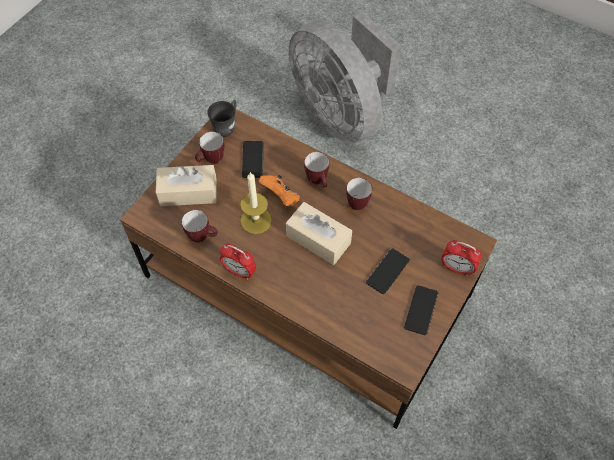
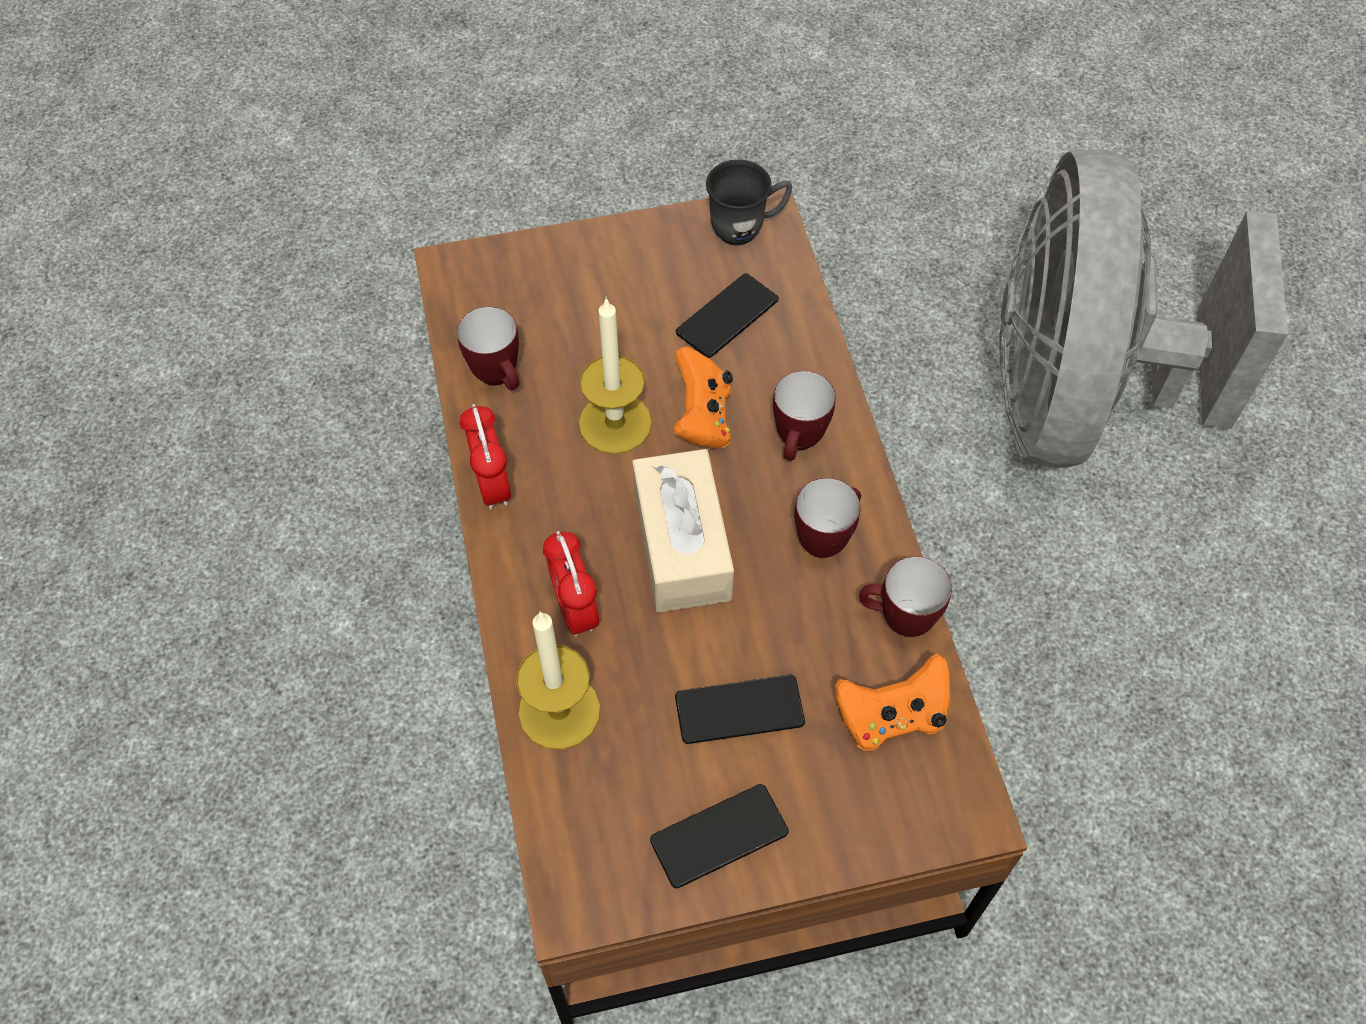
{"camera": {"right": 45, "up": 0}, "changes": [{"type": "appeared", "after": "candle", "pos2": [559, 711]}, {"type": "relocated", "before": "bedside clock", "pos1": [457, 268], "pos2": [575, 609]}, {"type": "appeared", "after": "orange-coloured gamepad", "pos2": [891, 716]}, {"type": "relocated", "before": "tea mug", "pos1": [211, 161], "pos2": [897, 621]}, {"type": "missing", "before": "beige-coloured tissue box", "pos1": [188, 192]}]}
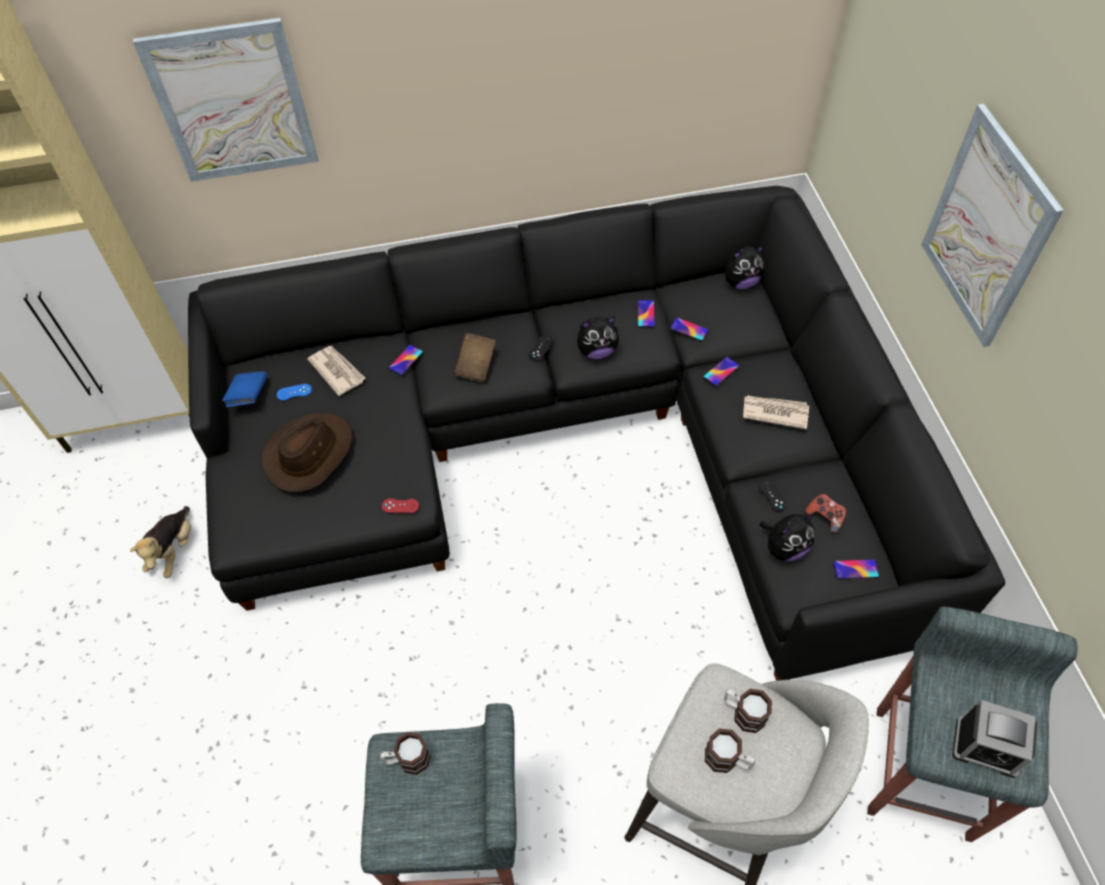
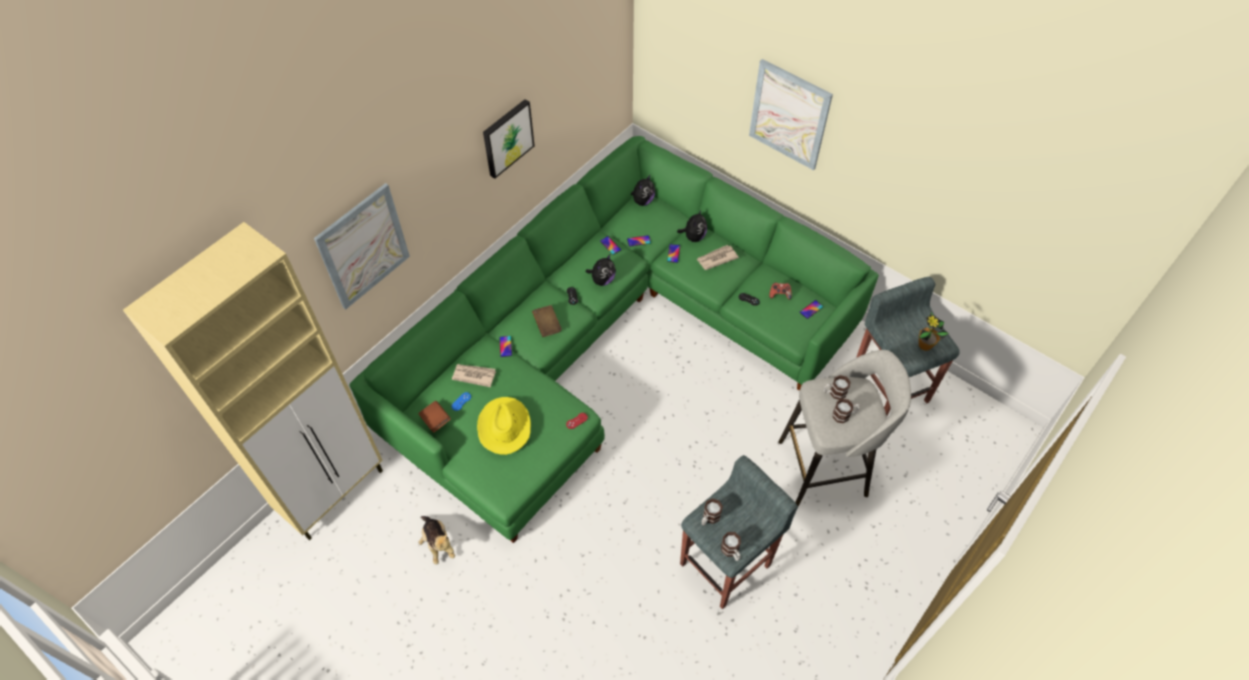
{"camera": {"right": -40, "up": 0}, "changes": [{"type": "colour", "before": "black settee", "after": "green-coloured settee", "pos1": [575, 442], "pos2": [607, 341]}, {"type": "colour", "before": "bluish bound book", "after": "brownish bound book", "pos1": [248, 396], "pos2": [435, 420]}, {"type": "colour", "before": "brownish clothing hat", "after": "yellowish clothing hat", "pos1": [309, 453], "pos2": [504, 426]}, {"type": "appeared", "after": "picture", "pos2": [507, 137]}, {"type": "relocated", "before": "cuddly toy", "pos1": [784, 548], "pos2": [693, 237]}, {"type": "appeared", "after": "tea mug", "pos2": [731, 551]}, {"type": "exchanged", "before": "bedside clock", "after": "potted plant", "pos1": [986, 747], "pos2": [924, 345]}]}
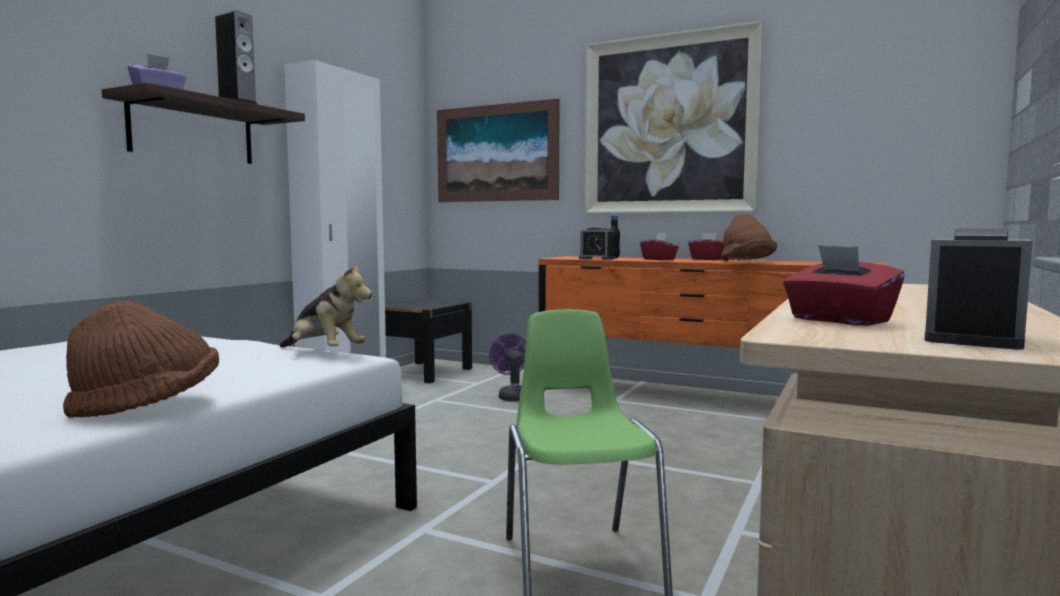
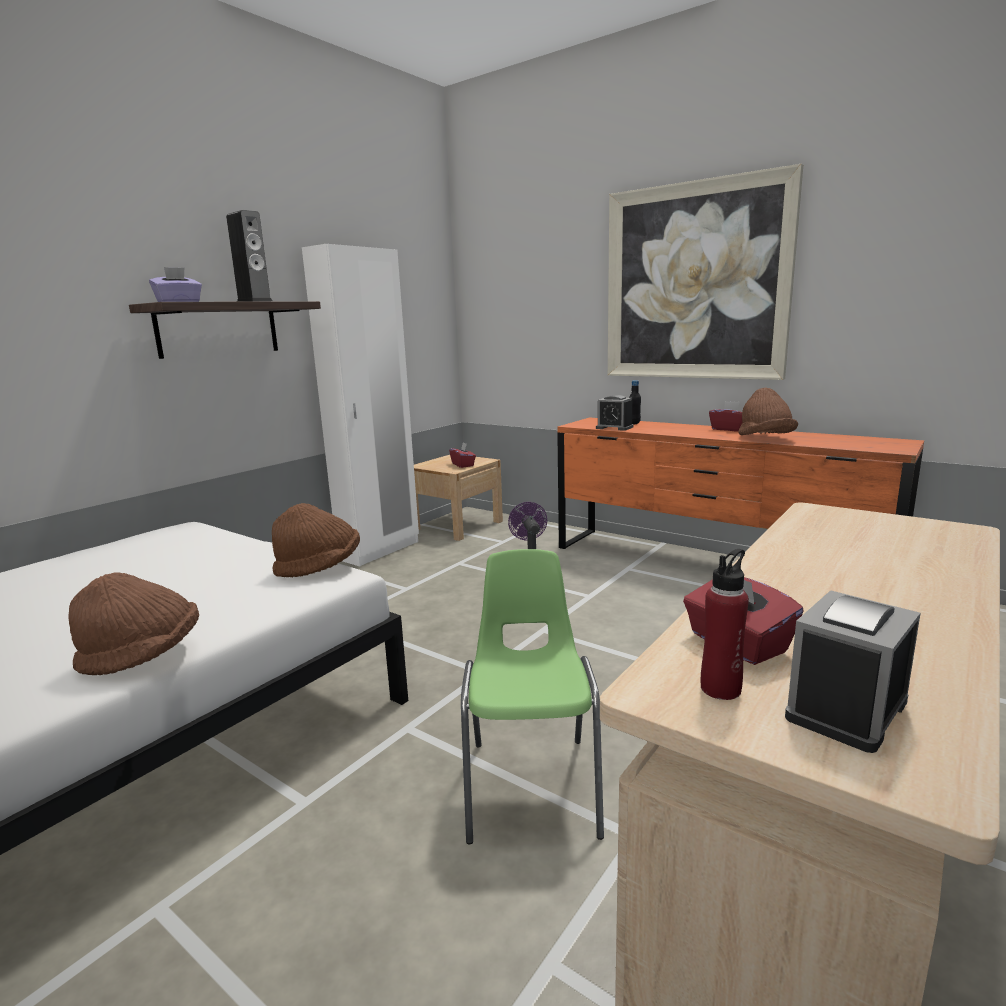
{"camera": {"right": 10, "up": 10}, "changes": [{"type": "exchanged", "before": "cuddly toy", "after": "brownish clothing hat", "pos1": [324, 353], "pos2": [319, 568]}, {"type": "colour", "before": "black nightstand", "after": "beige-coloured nightstand", "pos1": [424, 372], "pos2": [457, 525]}, {"type": "relocated", "before": "red tissue box", "pos1": [659, 259], "pos2": [463, 465]}, {"type": "appeared", "after": "red bottle", "pos2": [721, 688]}, {"type": "missing", "before": "picture", "pos1": [496, 153]}]}
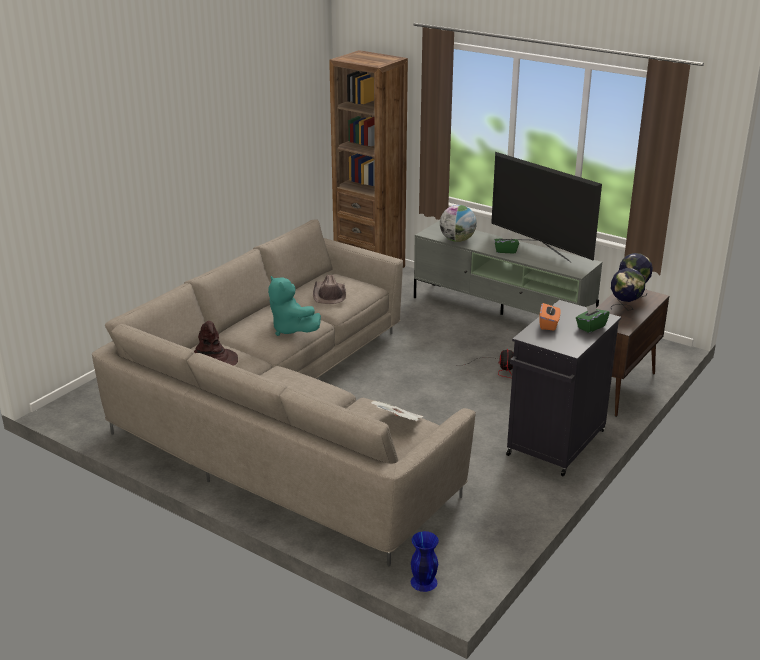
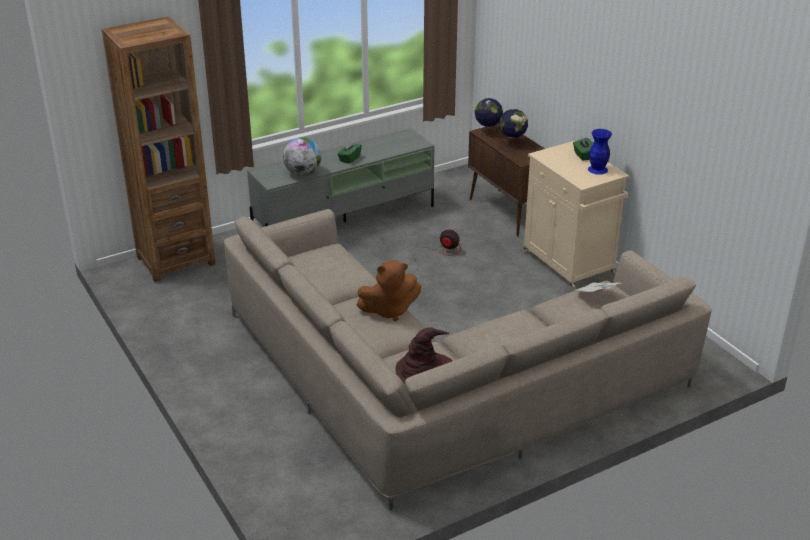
{"camera": {"right": -65, "up": 5}, "changes": [{"type": "colour", "before": "turquoise-coloured cuddly toy", "after": "brownish cuddly toy", "pos1": [291, 329], "pos2": [389, 310]}, {"type": "colour", "before": "black cupboard", "after": "beige-coloured cupboard", "pos1": [555, 444], "pos2": [569, 264]}, {"type": "relocated", "before": "bluish vase", "pos1": [423, 582], "pos2": [597, 169]}, {"type": "missing", "before": "brownish clothing hat", "pos1": [329, 294]}, {"type": "missing", "before": "television", "pos1": [540, 250]}, {"type": "missing", "before": "orange-coloured tissue box", "pos1": [549, 324]}]}
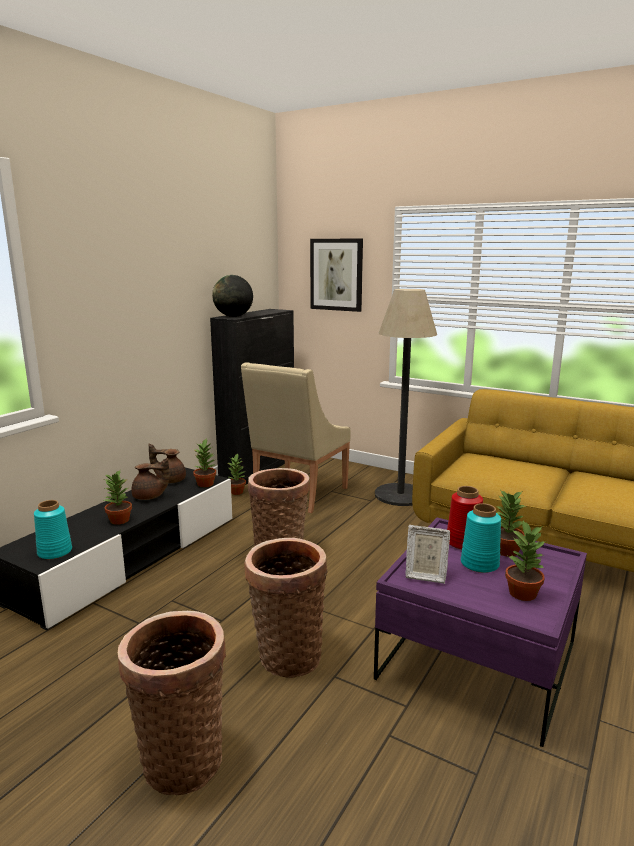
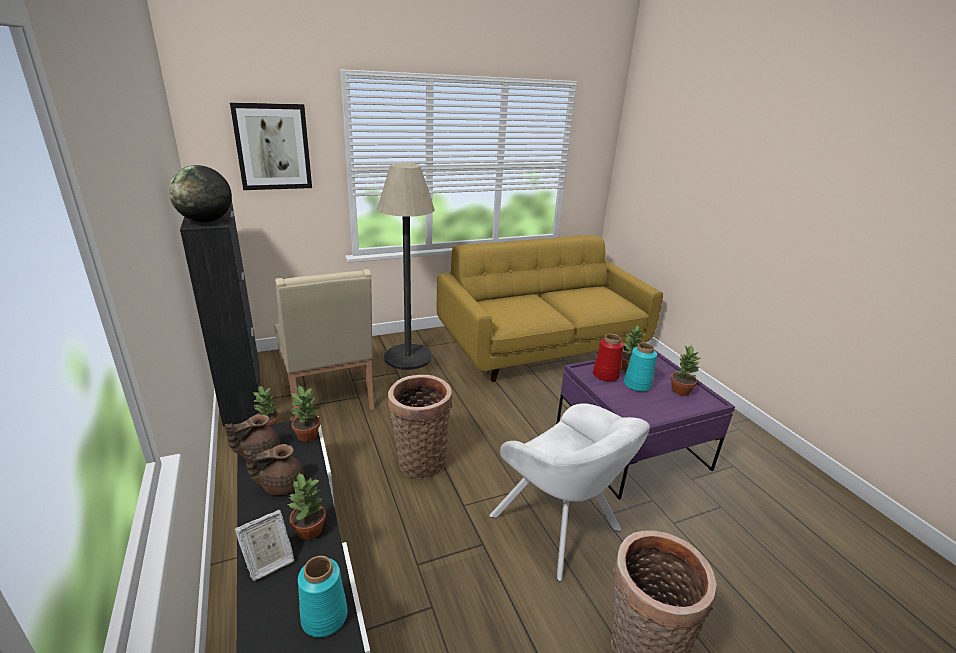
{"camera": {"right": -55, "up": 10}, "changes": [{"type": "relocated", "before": "standing frame", "pos1": [425, 575], "pos2": [268, 563]}, {"type": "spun", "before": "brownish teapot", "pos1": [149, 497], "pos2": [281, 485], "turn": -150}, {"type": "exchanged", "before": "basket", "after": "white-coloured easy chair", "pos1": [287, 654], "pos2": [560, 527]}]}
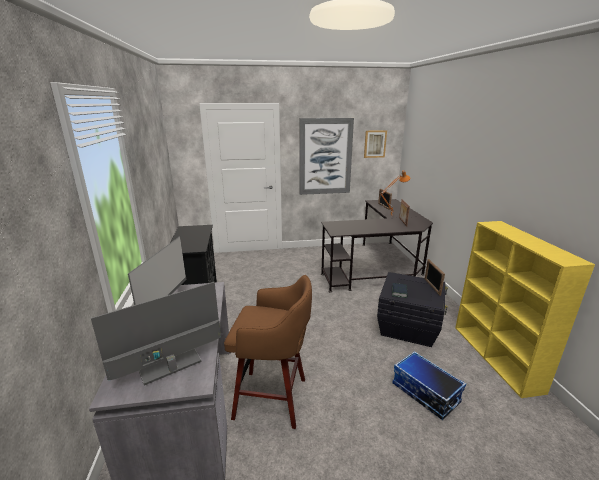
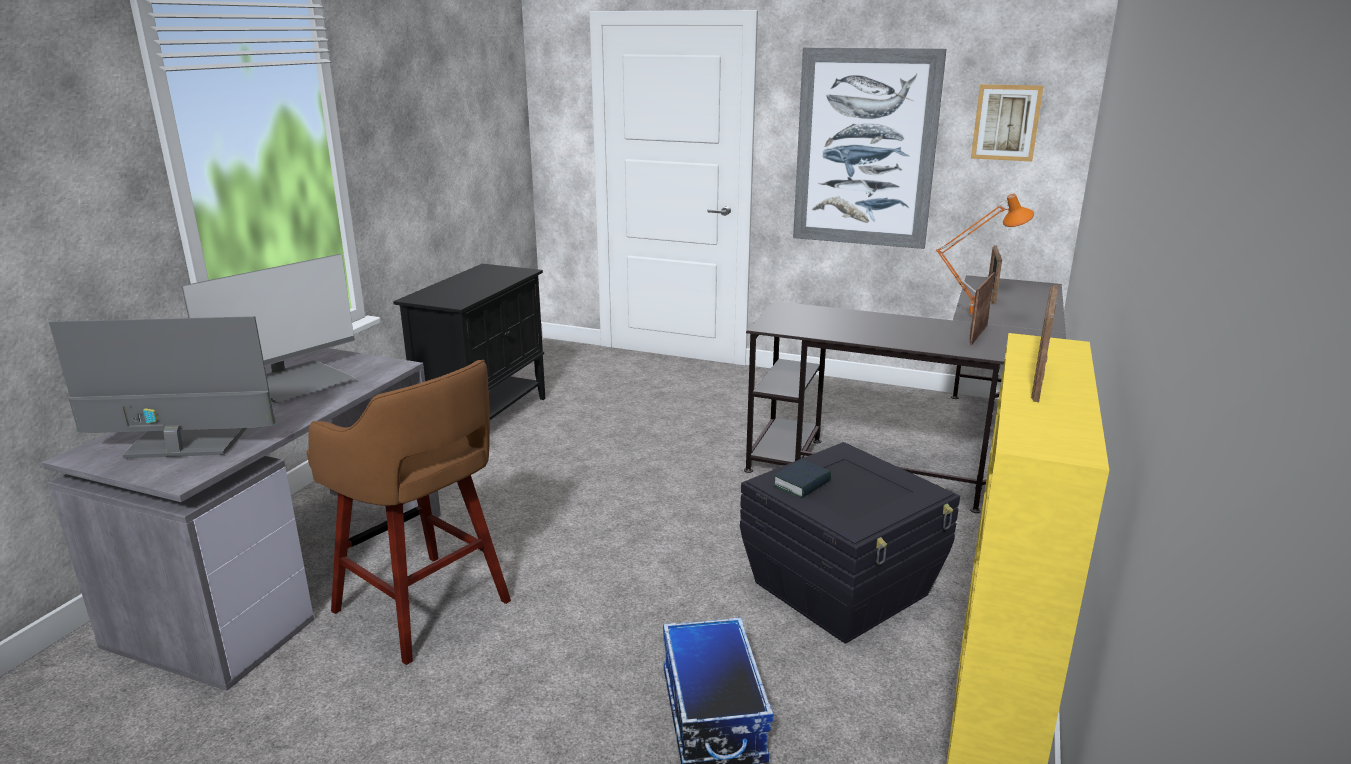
{"camera": {"right": 30, "up": 0}, "changes": [{"type": "relocated", "before": "standing frame", "pos1": [432, 287], "pos2": [1038, 380]}]}
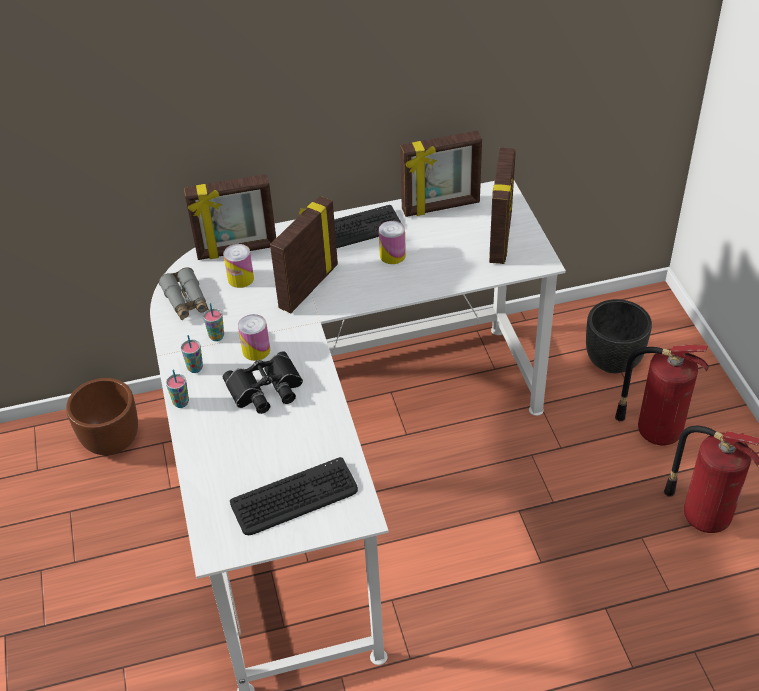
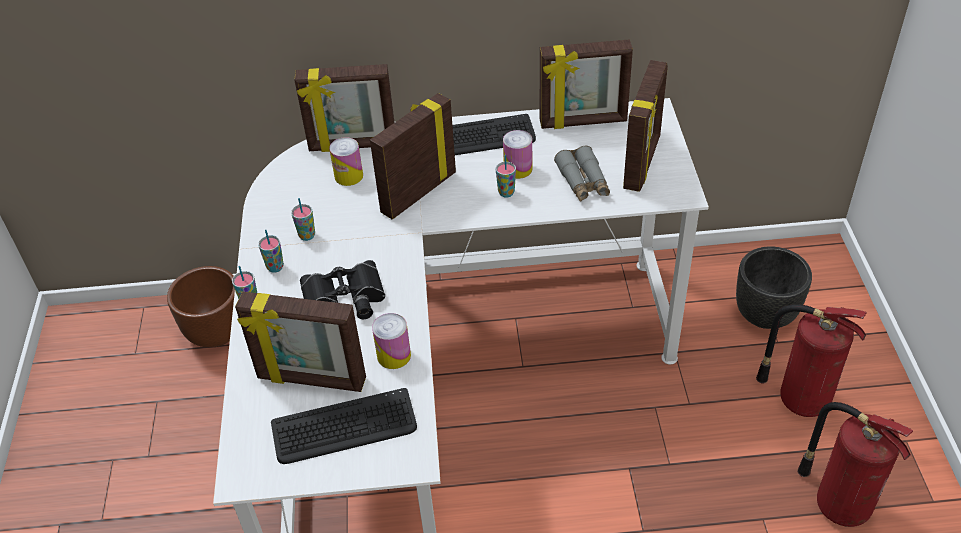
{"camera": {"right": 10, "up": 0}, "changes": [{"type": "appeared", "after": "standing frame", "pos2": [311, 380]}, {"type": "relocated", "before": "can", "pos1": [256, 350], "pos2": [394, 355]}, {"type": "appeared", "after": "cup", "pos2": [506, 193]}, {"type": "relocated", "before": "grey binoculars", "pos1": [186, 301], "pos2": [583, 182]}]}
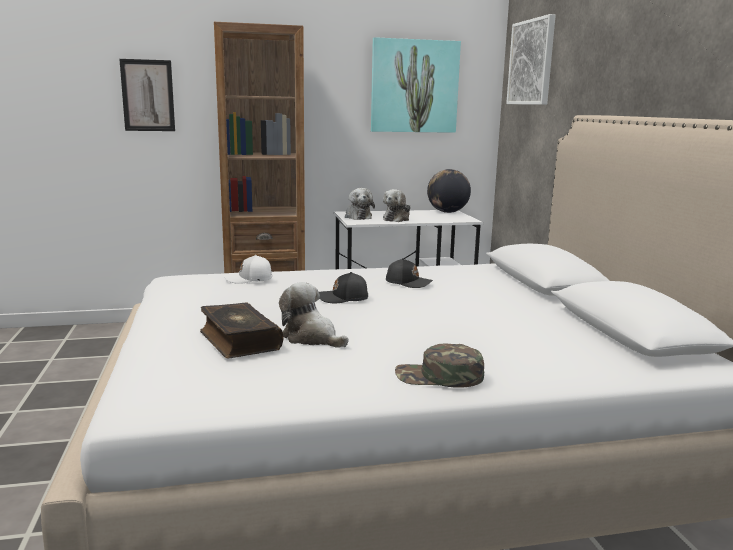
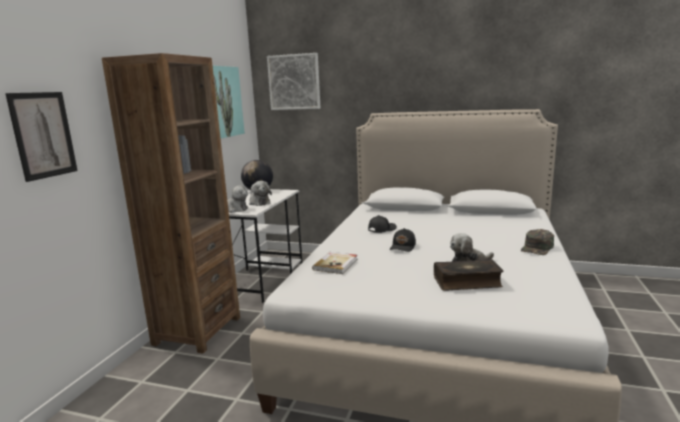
{"camera": {"right": -60, "up": 0}, "changes": [{"type": "exchanged", "before": "white-coloured baseball cap", "after": "bound book", "pos1": [249, 279], "pos2": [336, 264]}]}
